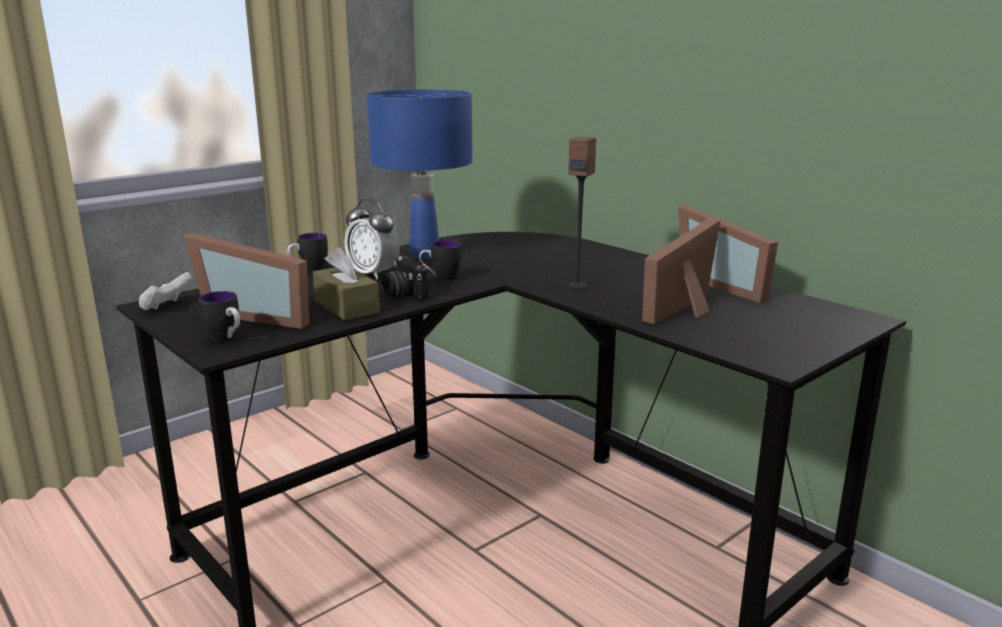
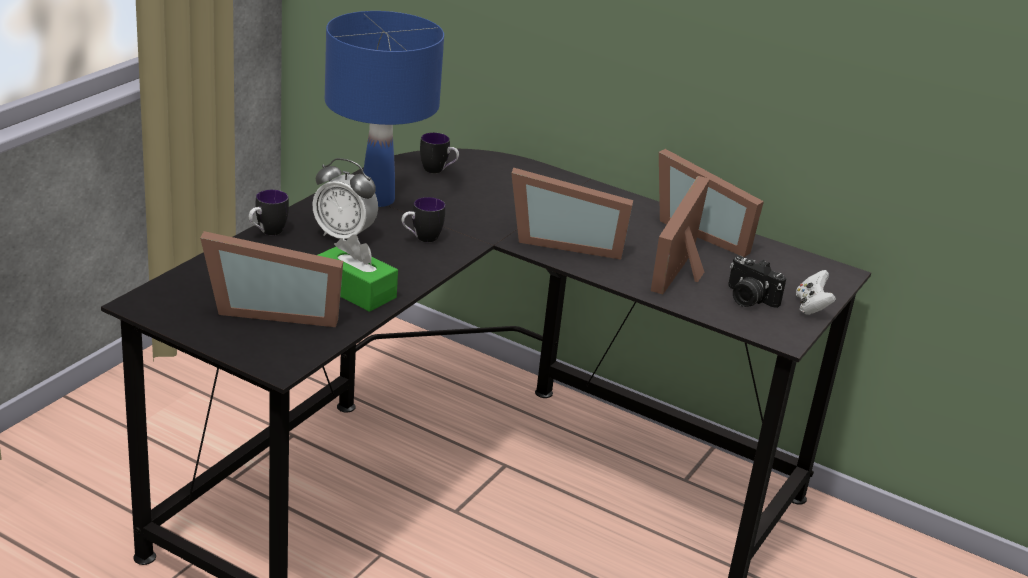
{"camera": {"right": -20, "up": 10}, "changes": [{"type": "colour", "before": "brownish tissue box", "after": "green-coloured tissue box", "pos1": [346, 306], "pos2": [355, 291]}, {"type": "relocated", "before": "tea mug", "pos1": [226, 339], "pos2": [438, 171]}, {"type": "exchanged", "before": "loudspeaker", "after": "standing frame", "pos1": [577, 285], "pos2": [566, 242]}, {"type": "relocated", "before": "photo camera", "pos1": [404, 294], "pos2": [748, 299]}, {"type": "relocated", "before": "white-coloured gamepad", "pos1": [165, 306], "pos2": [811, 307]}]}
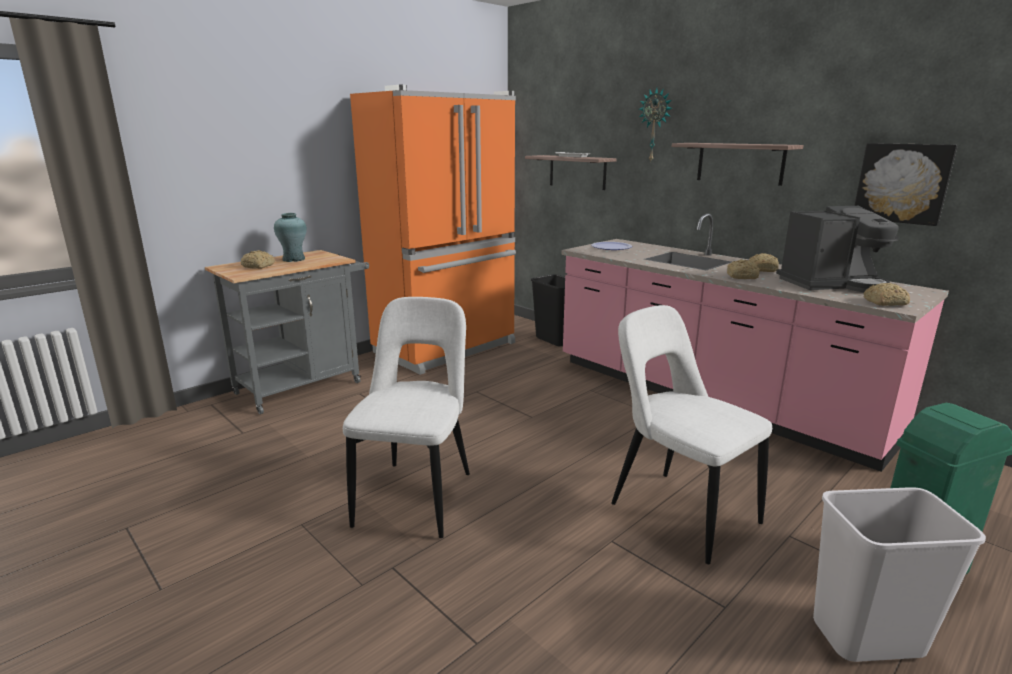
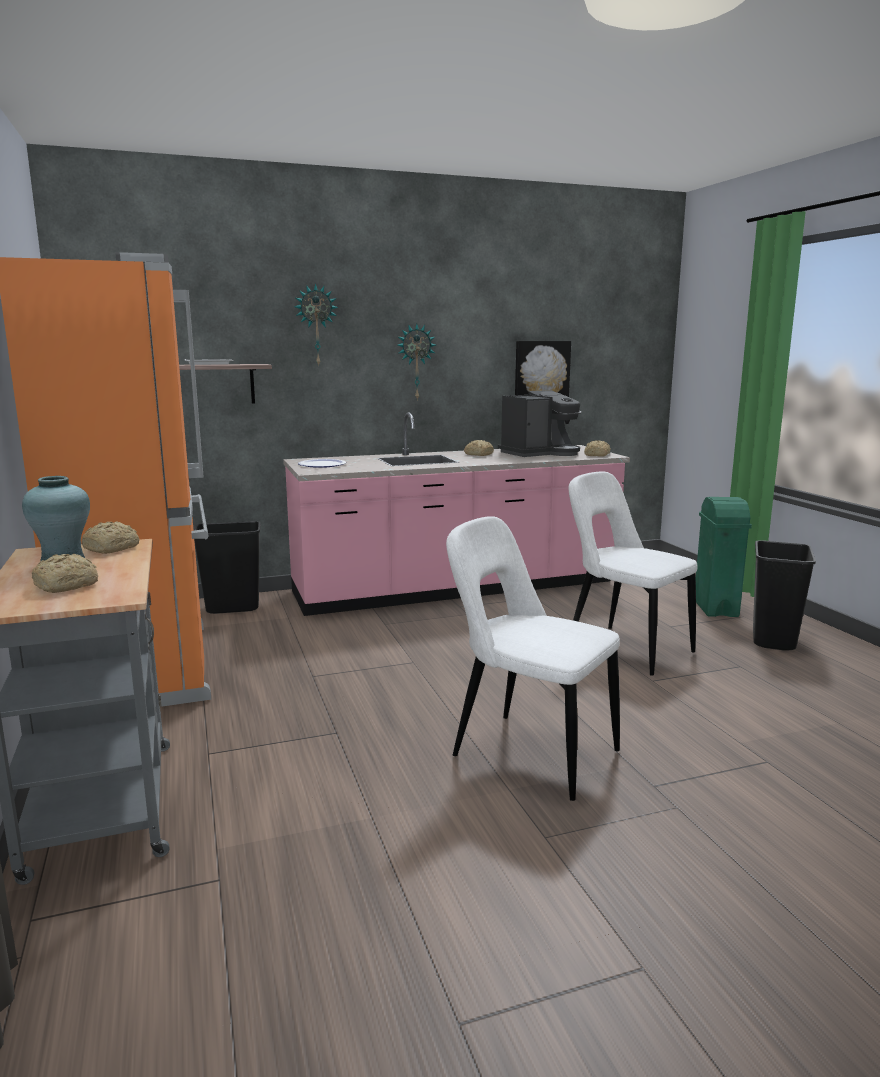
{"camera": {"right": -65, "up": -5}, "changes": [{"type": "relocated", "before": "bread", "pos1": [743, 277], "pos2": [113, 548]}, {"type": "exchanged", "before": "bracket shelf", "after": "clock on the wall", "pos1": [740, 163], "pos2": [416, 362]}, {"type": "spun", "before": "coffee brewer", "pos1": [831, 284], "pos2": [540, 453], "turn": 45}, {"type": "spun", "before": "white-coloured upright chair", "pos1": [678, 511], "pos2": [624, 648], "turn": 60}, {"type": "colour", "before": "white-coloured trash can", "after": "black trash can", "pos1": [867, 639], "pos2": [774, 640]}]}
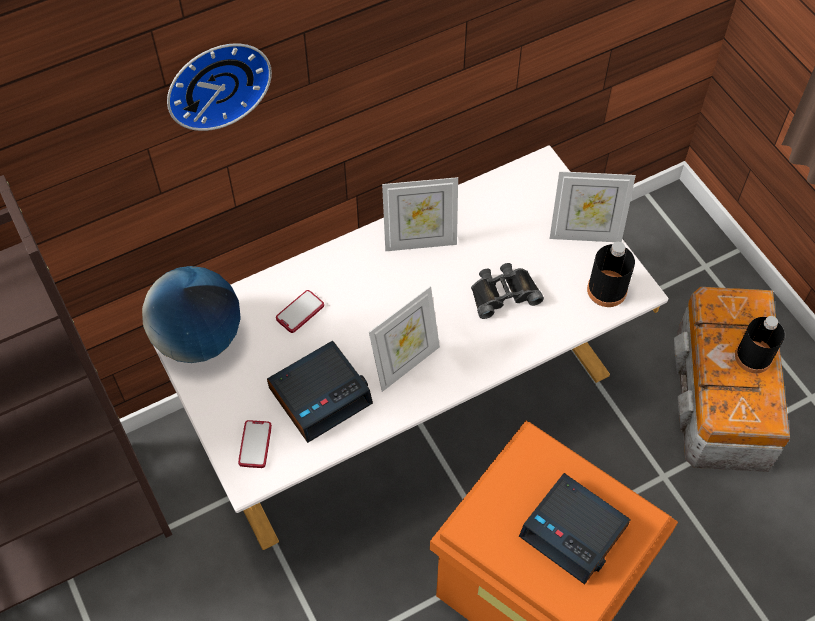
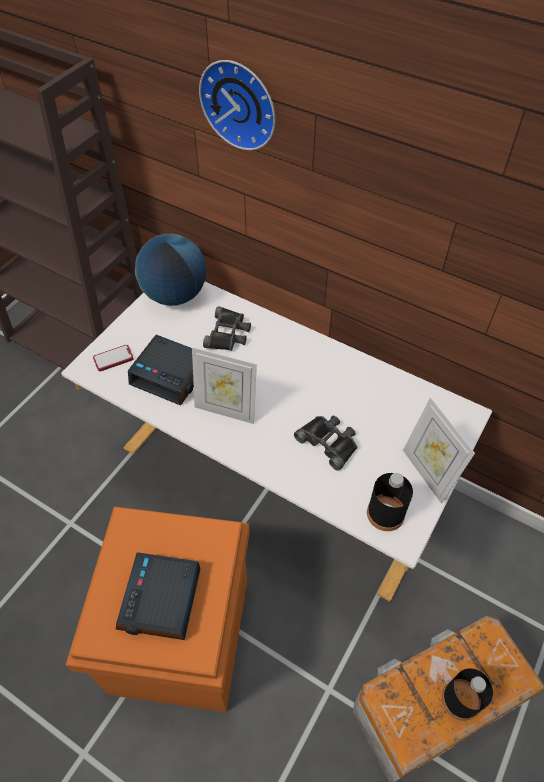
{"camera": {"right": 60, "up": -5}, "changes": [{"type": "exchanged", "before": "telephone", "after": "black binoculars", "pos1": [300, 312], "pos2": [228, 333]}, {"type": "missing", "before": "standing frame", "pos1": [420, 241]}]}
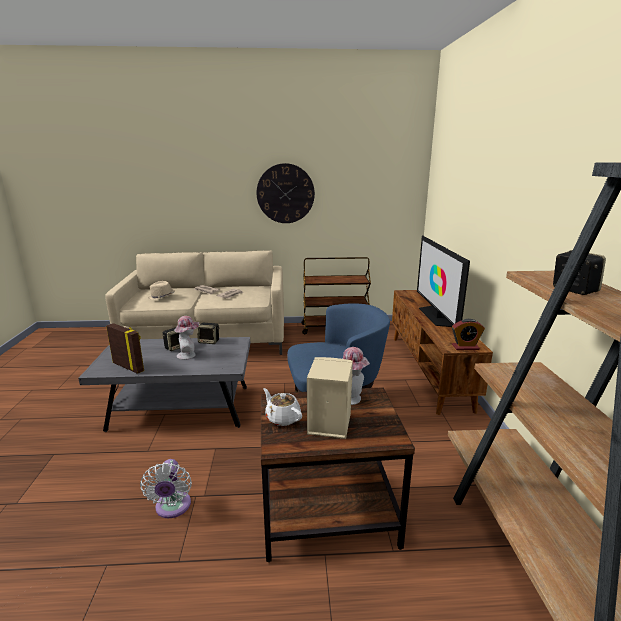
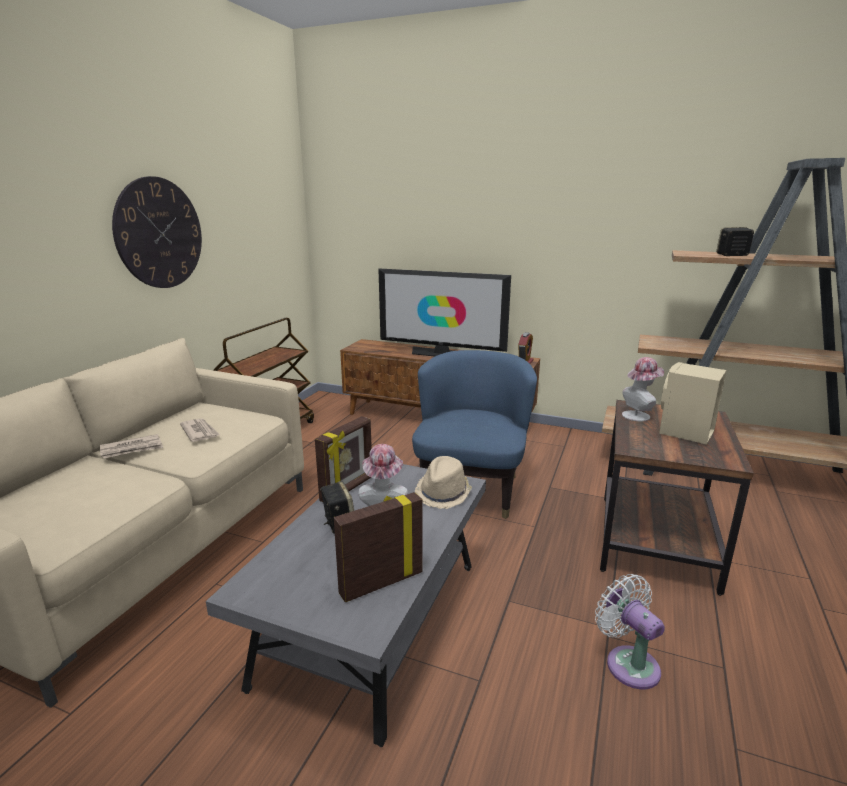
{"camera": {"right": -65, "up": 0}, "changes": [{"type": "exchanged", "before": "loudspeaker", "after": "standing frame", "pos1": [209, 341], "pos2": [348, 489]}, {"type": "relocated", "before": "beige-coloured clothing hat", "pos1": [161, 297], "pos2": [443, 493]}, {"type": "spun", "before": "white-coloured fan", "pos1": [172, 508], "pos2": [628, 663], "turn": -135}, {"type": "missing", "before": "white-coloured teapot", "pos1": [282, 418]}]}
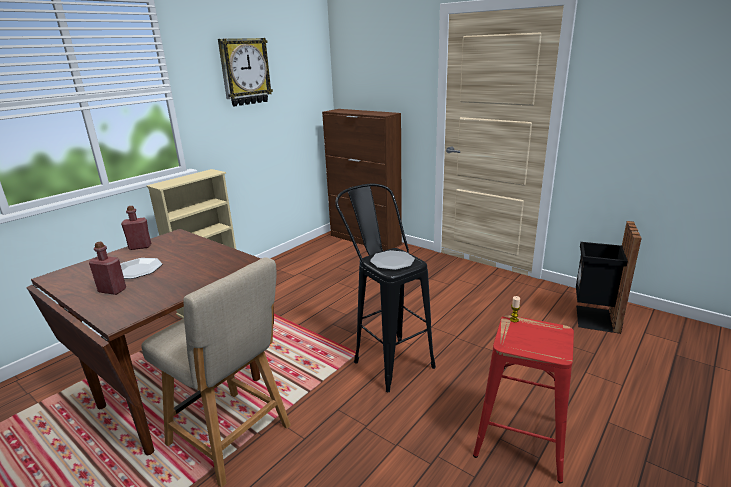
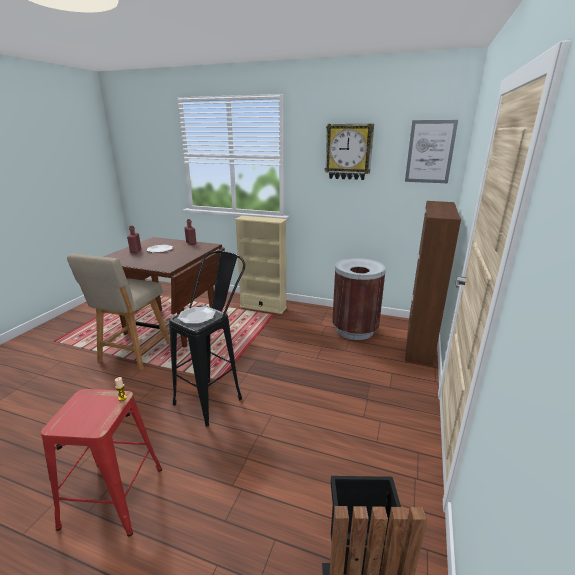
{"camera": {"right": 70, "up": 0}, "changes": [{"type": "appeared", "after": "brownish trash can", "pos2": [355, 330]}, {"type": "appeared", "after": "picture", "pos2": [430, 152]}]}
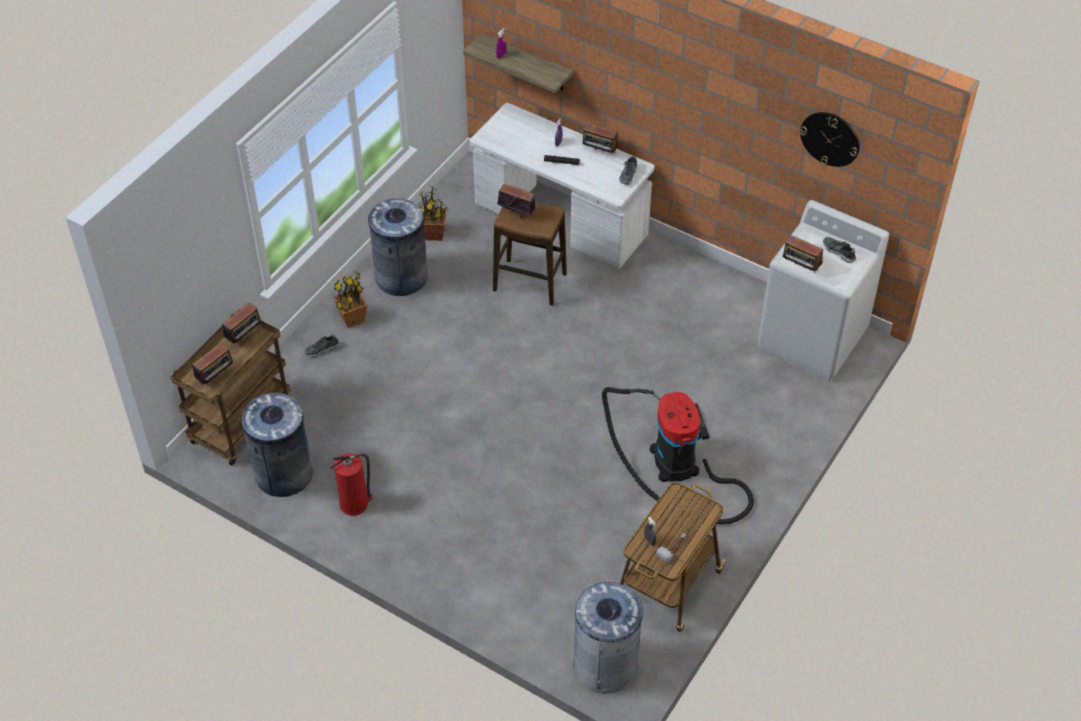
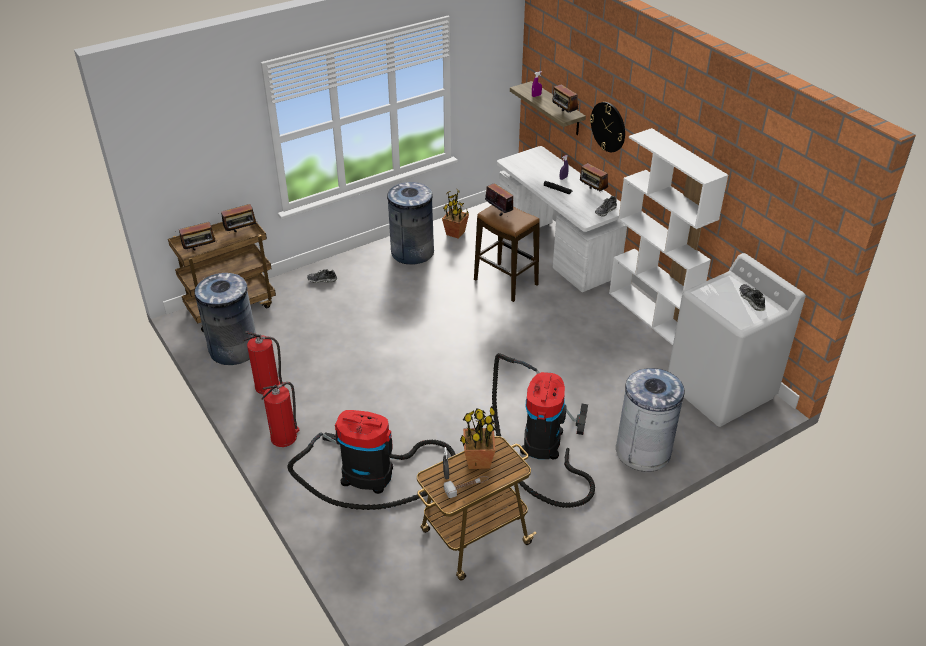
{"camera": {"right": 25, "up": -10}, "changes": [{"type": "appeared", "after": "extinguisher", "pos2": [284, 437]}, {"type": "appeared", "after": "vacuum", "pos2": [373, 475]}, {"type": "relocated", "before": "potted plant", "pos1": [352, 319], "pos2": [478, 461]}, {"type": "relocated", "before": "radio receiver", "pos1": [800, 268], "pos2": [563, 113]}, {"type": "relocated", "before": "clock on the wall", "pos1": [830, 138], "pos2": [608, 127]}, {"type": "appeared", "after": "white-coloured bookshelf", "pos2": [651, 314]}, {"type": "relocated", "before": "grey trash can", "pos1": [605, 665], "pos2": [643, 451]}]}
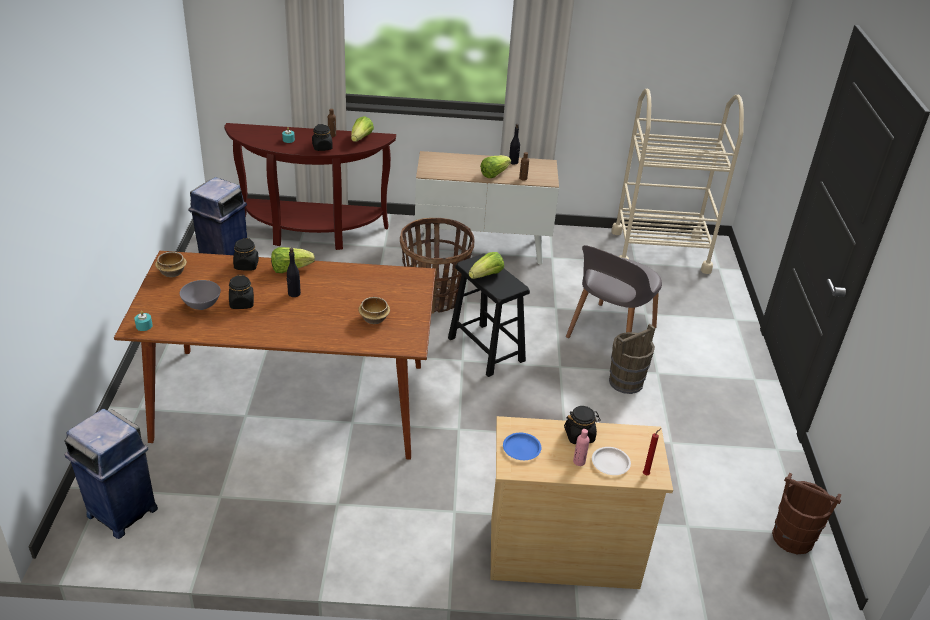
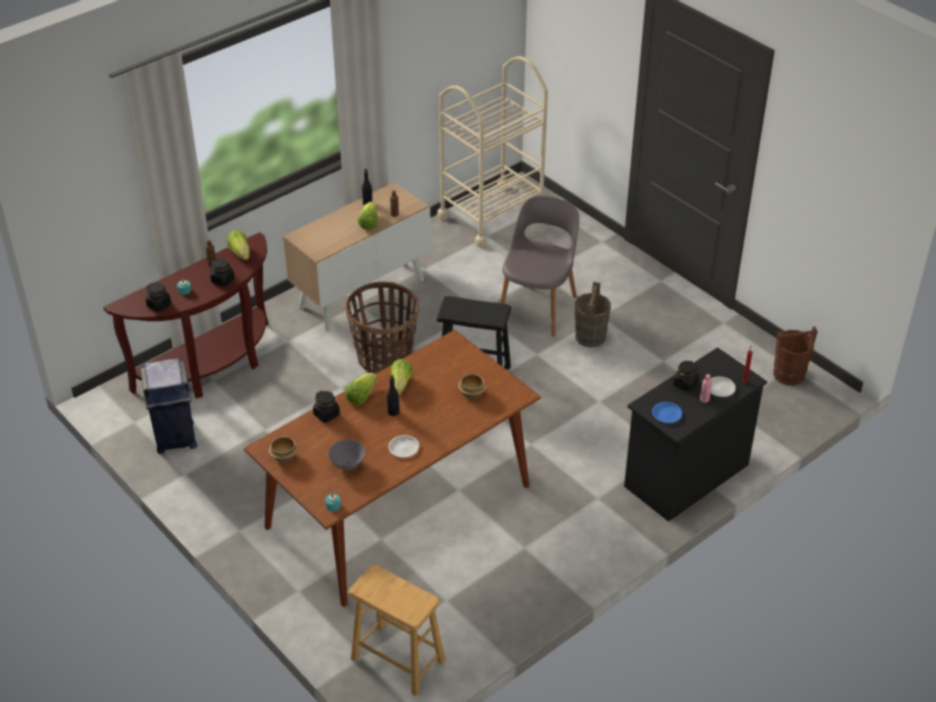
{"camera": {"right": -40, "up": 5}, "changes": [{"type": "relocated", "before": "black storage jar", "pos1": [242, 303], "pos2": [159, 305]}, {"type": "exchanged", "before": "bluish trash can", "after": "brownish stool seat", "pos1": [121, 511], "pos2": [398, 659]}, {"type": "appeared", "after": "white-coloured dinner plate", "pos2": [404, 448]}, {"type": "relocated", "before": "lettuce head", "pos1": [486, 275], "pos2": [401, 384]}, {"type": "spun", "before": "grey upright chair", "pos1": [610, 333], "pos2": [538, 307], "turn": -150}, {"type": "colour", "before": "beige-coloured drawer chest", "after": "black drawer chest", "pos1": [562, 552], "pos2": [686, 475]}]}
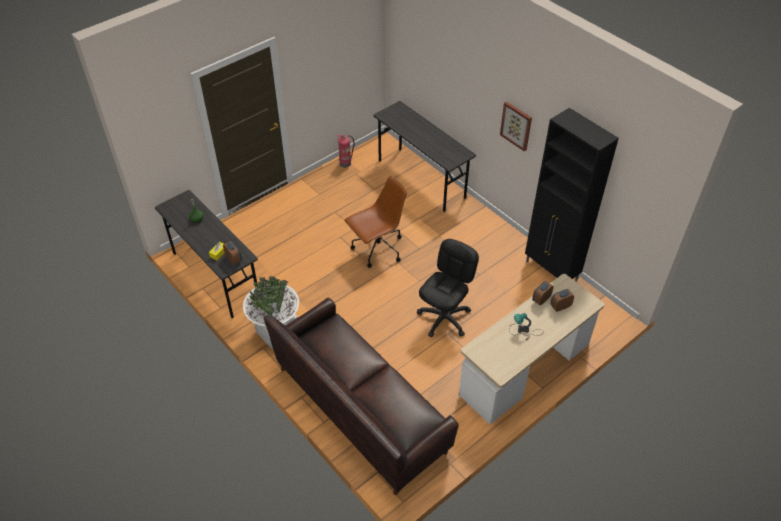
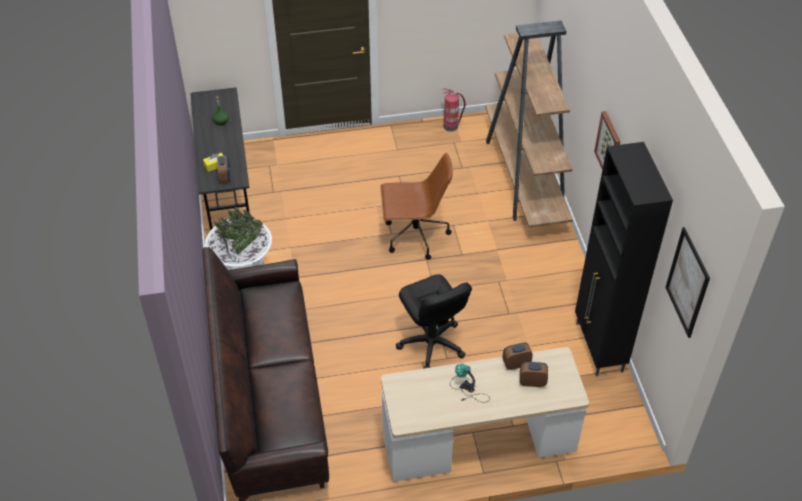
{"camera": {"right": 30, "up": 0}, "changes": [{"type": "spun", "before": "black office chair", "pos1": [444, 318], "pos2": [431, 344], "turn": 90}, {"type": "exchanged", "before": "grey desk table", "after": "brownish bookshelf", "pos1": [421, 179], "pos2": [525, 178]}, {"type": "appeared", "after": "picture", "pos2": [687, 283]}]}
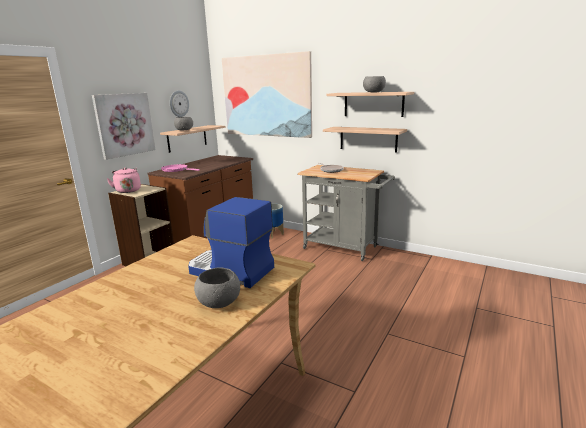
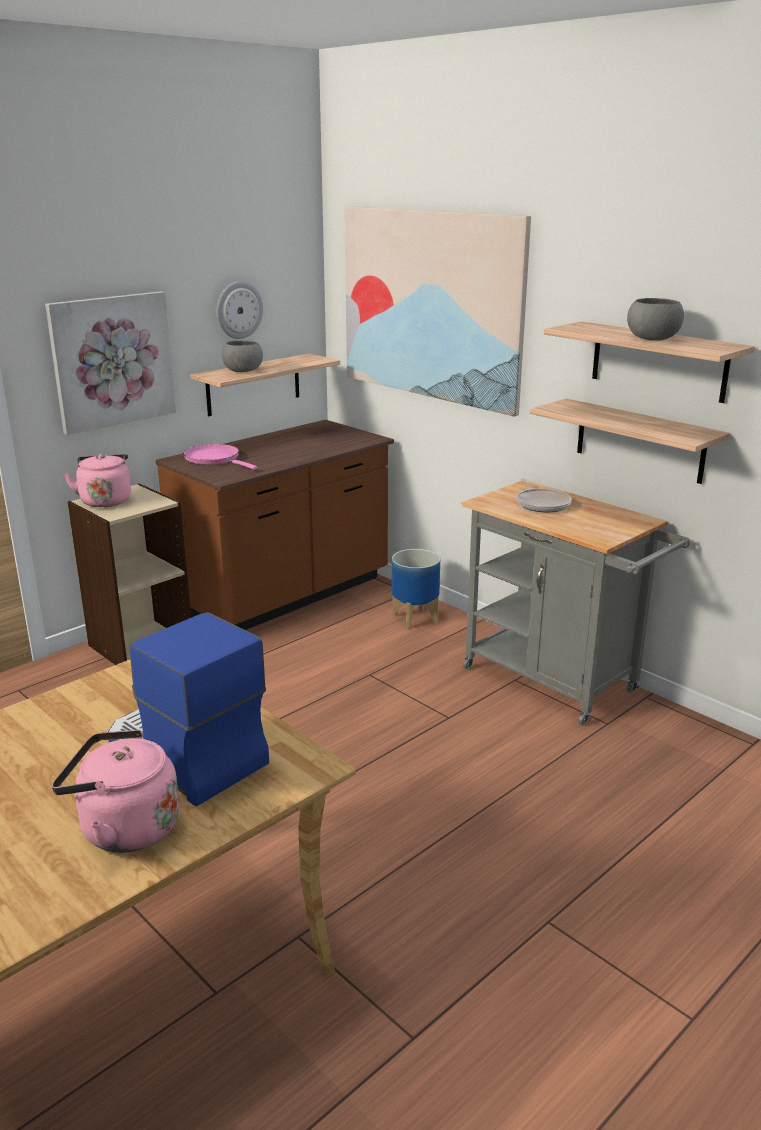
{"camera": {"right": 15, "up": 5}, "changes": [{"type": "exchanged", "before": "grey bowl", "after": "pink kettle", "pos1": [219, 302], "pos2": [124, 828]}]}
